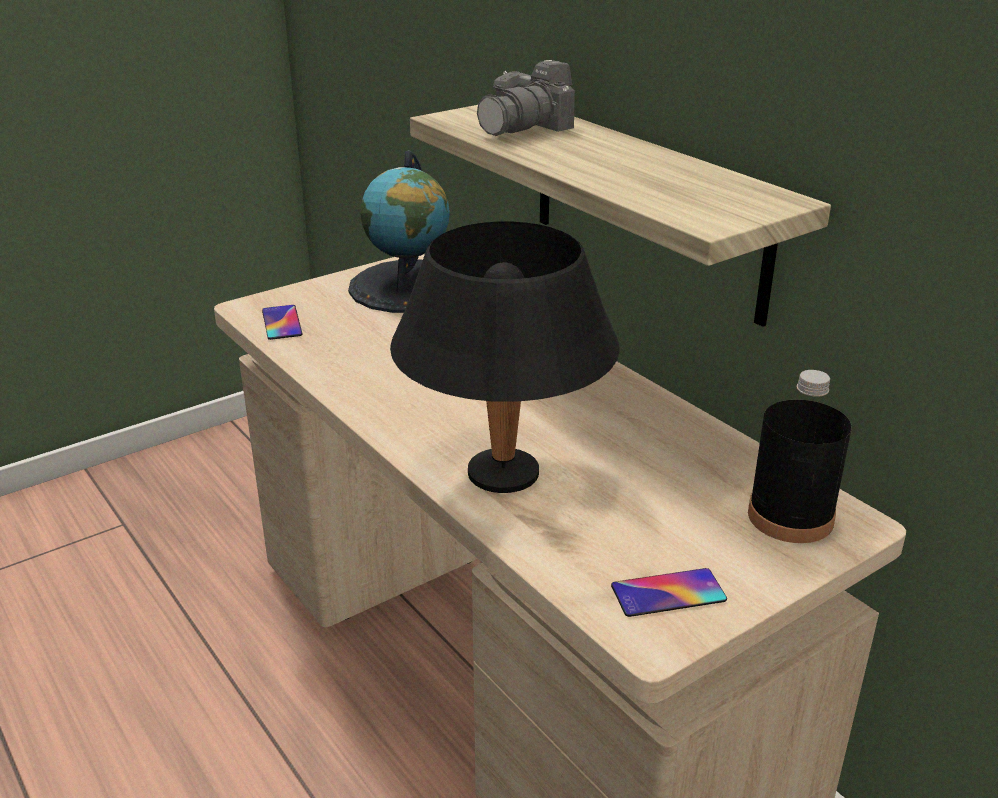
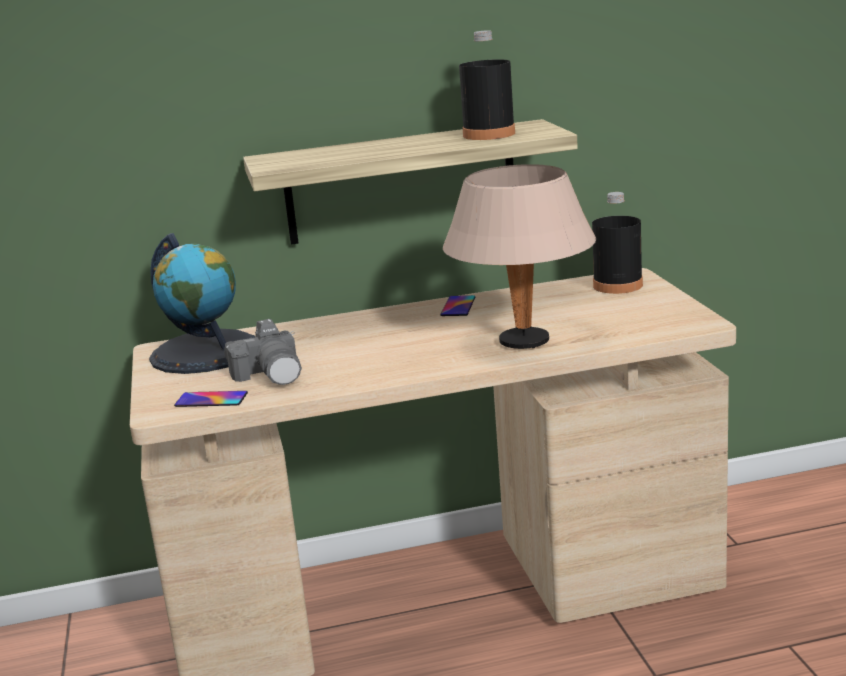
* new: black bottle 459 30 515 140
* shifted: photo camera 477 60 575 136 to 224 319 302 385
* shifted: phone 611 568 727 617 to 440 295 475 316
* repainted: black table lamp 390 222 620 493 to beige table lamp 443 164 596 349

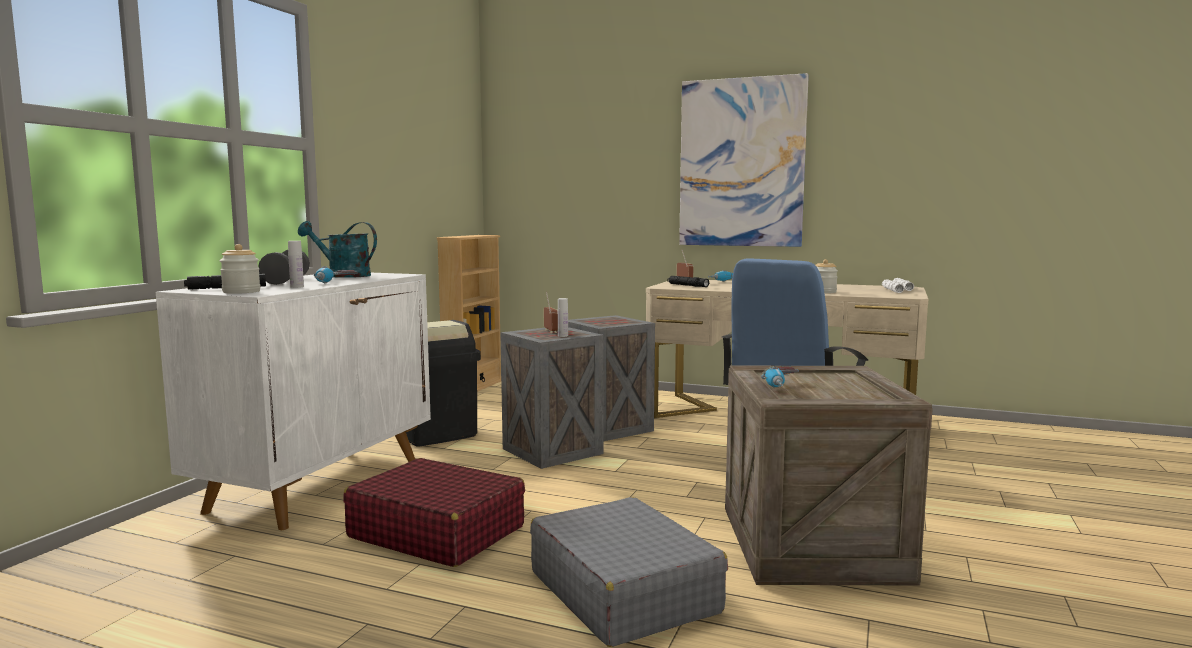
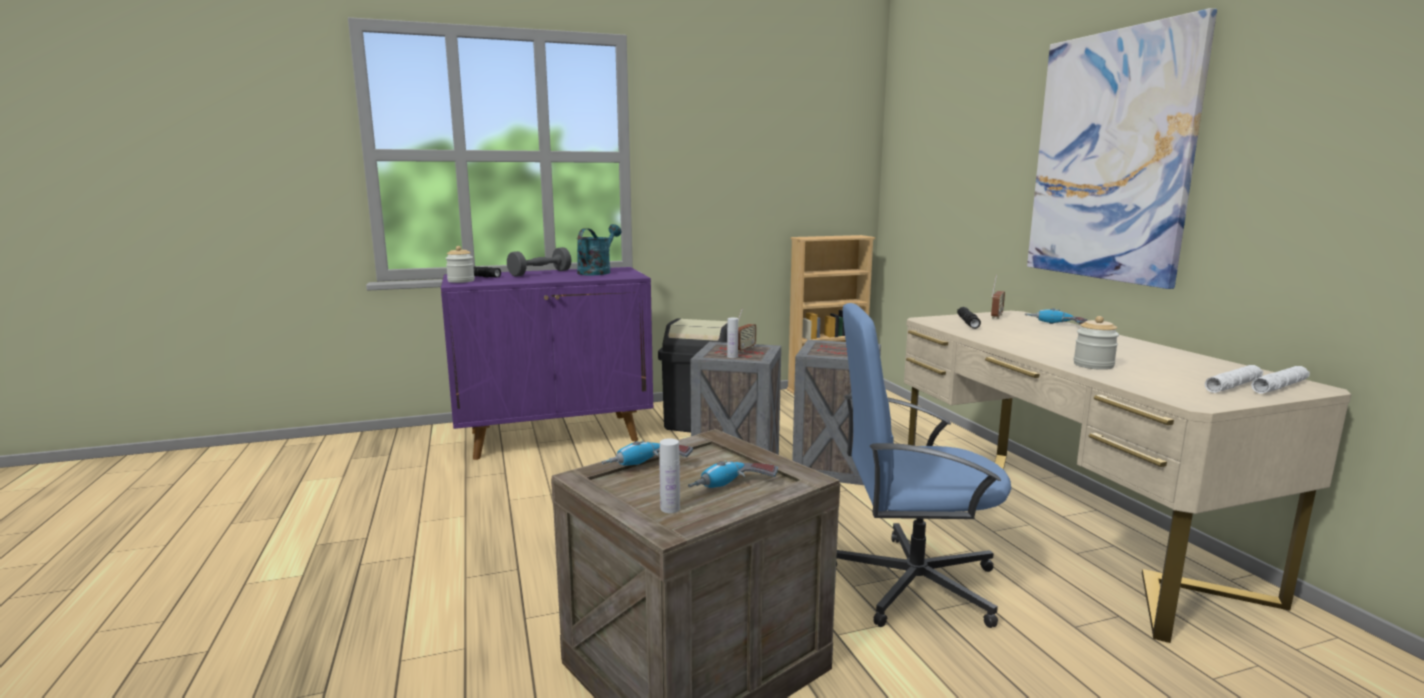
* gone: red suitcase 343 458 525 567
* gone: grey suitcase 530 497 728 647
* shifted: white bottle 288 241 304 288 to 659 438 680 513
* shifted: power drill 314 266 358 283 to 688 460 778 488
* repainted: white cabinet 156 273 431 530 to purple cabinet 441 267 653 460
* rotated: turquoise watering can 298 221 377 278 = 577 224 621 275 45 degrees clockwise

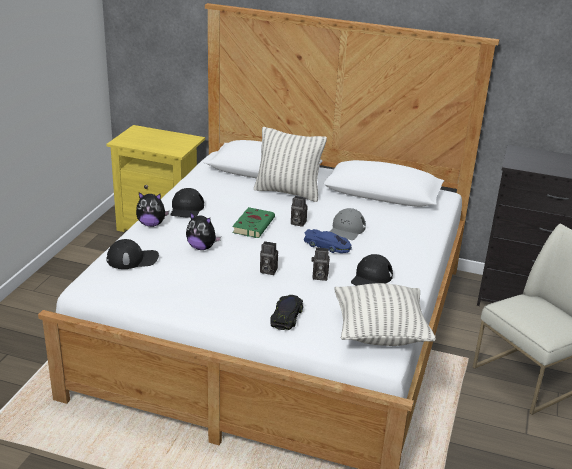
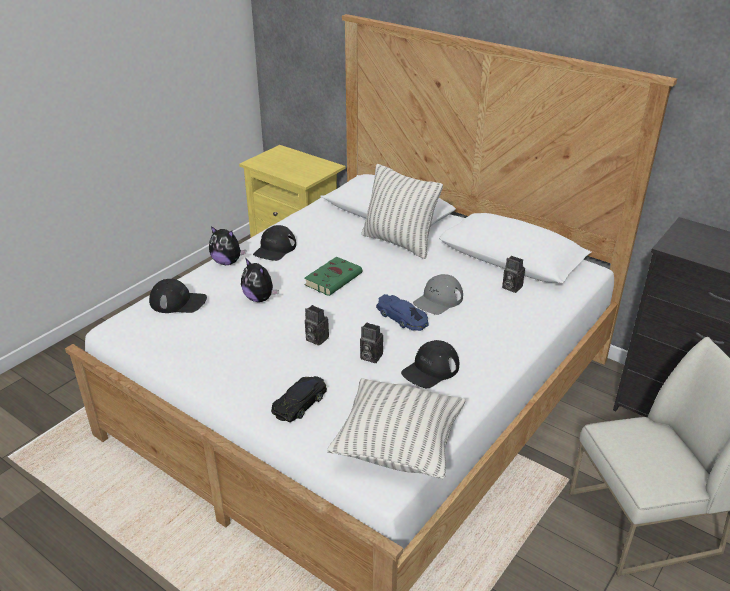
* shifted: photo camera 291 196 308 227 to 502 256 525 293

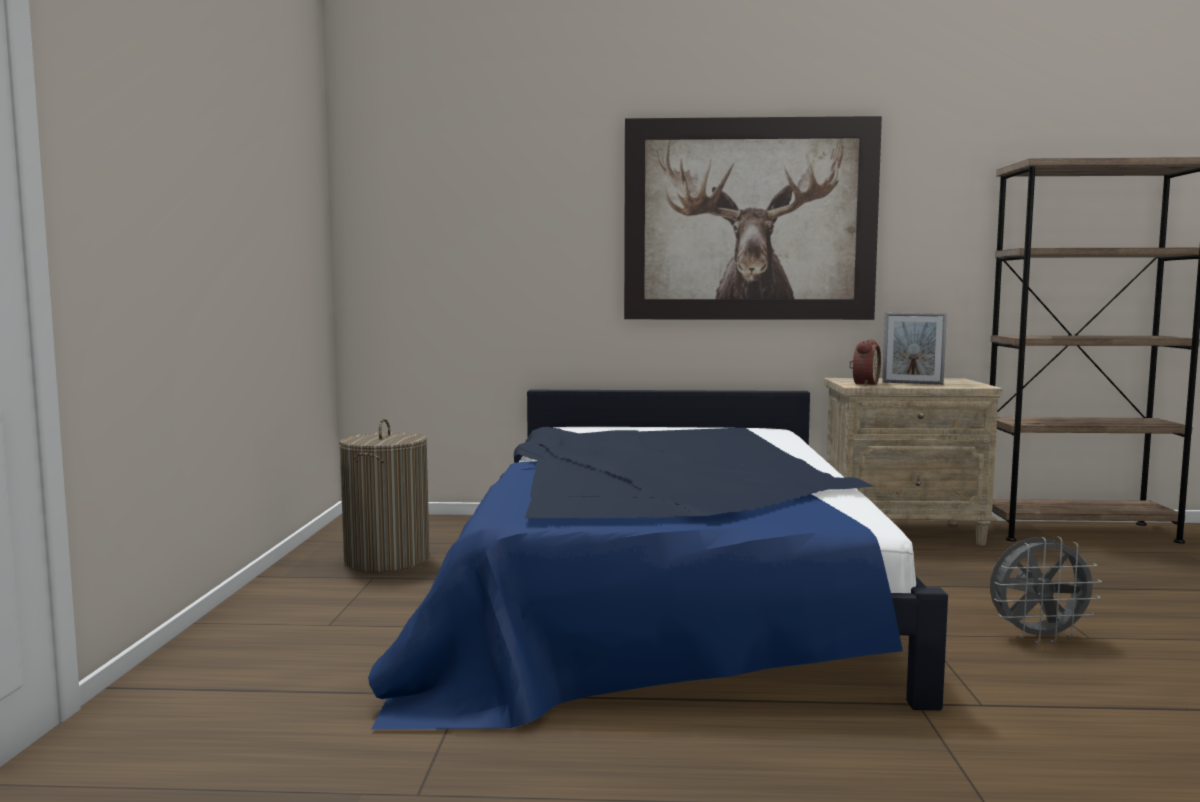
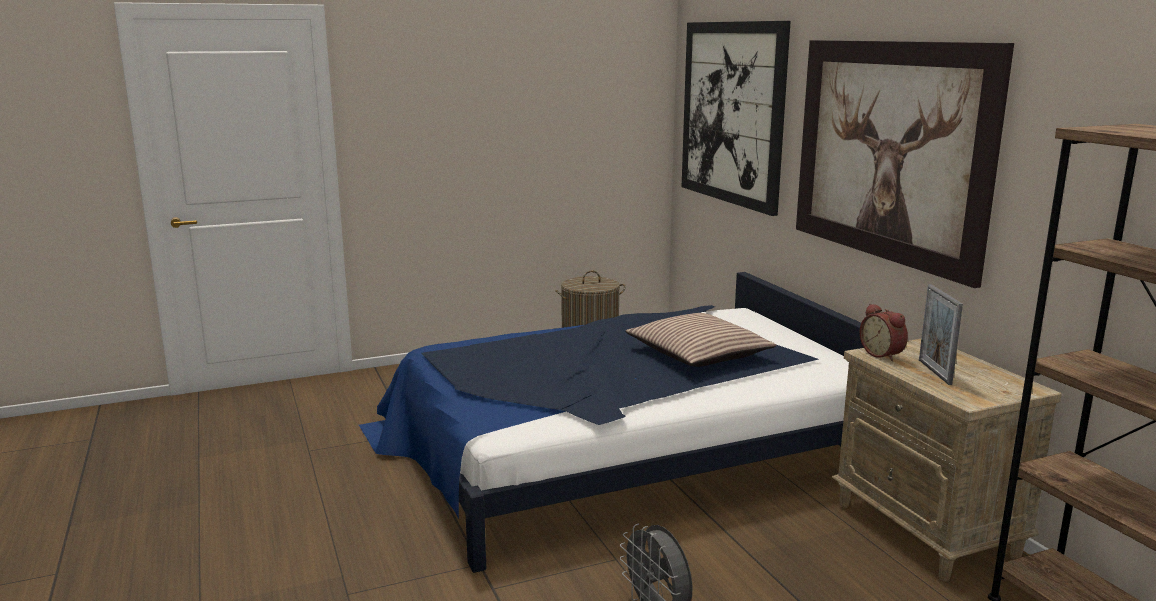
* new: pillow 625 313 776 367
* new: picture 682 21 791 216
* rotated: alarm clock 849 339 881 386 = 860 303 908 361 60 degrees clockwise

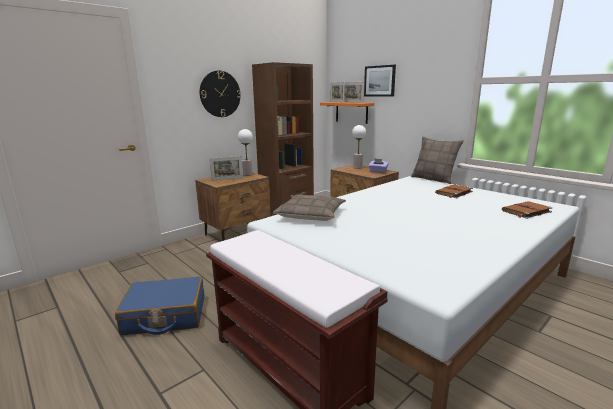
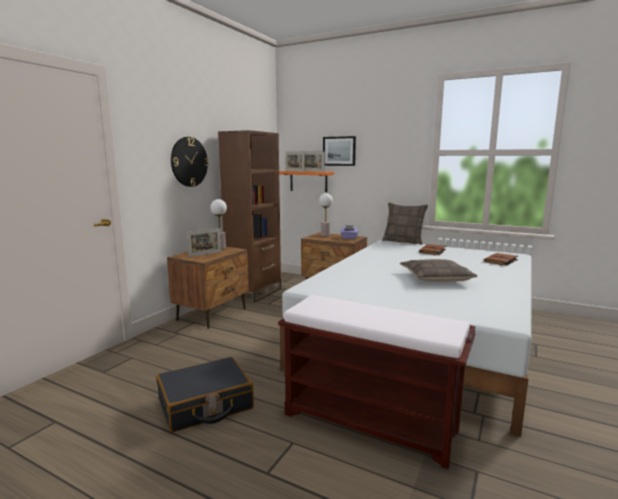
* shifted: pillow 273 195 346 221 to 400 259 477 282
* repainted: blue suitcase 115 277 204 335 to black suitcase 156 357 254 432

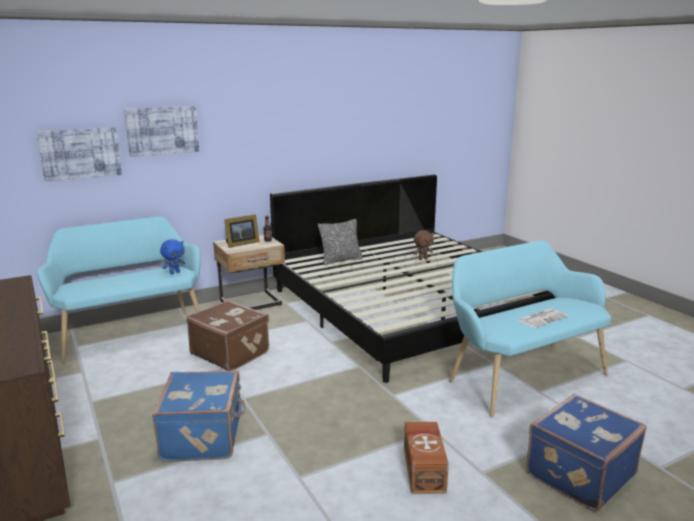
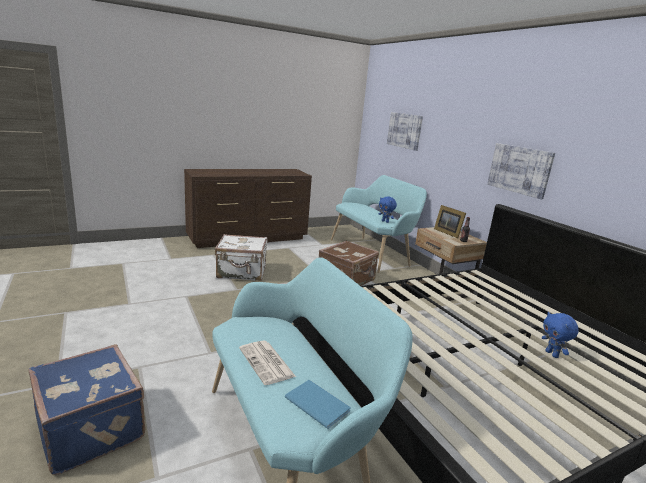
* gone: pillow 318 219 363 265
* gone: brown storage box 404 422 449 494
* new: blue book 285 380 351 429
* shifted: picture 124 106 199 157 to 487 143 555 199
* repainted: blue suitcase 152 370 246 461 to white suitcase 215 234 267 281
* repainted: brown plush toy 413 230 434 260 to blue plush toy 542 312 579 358

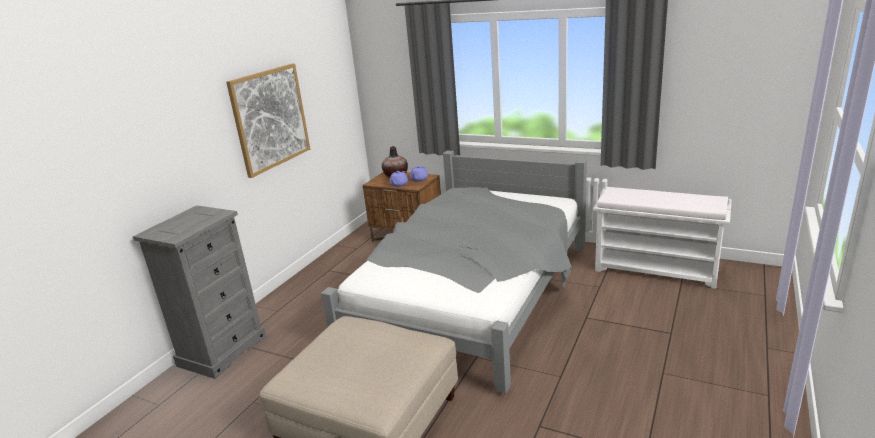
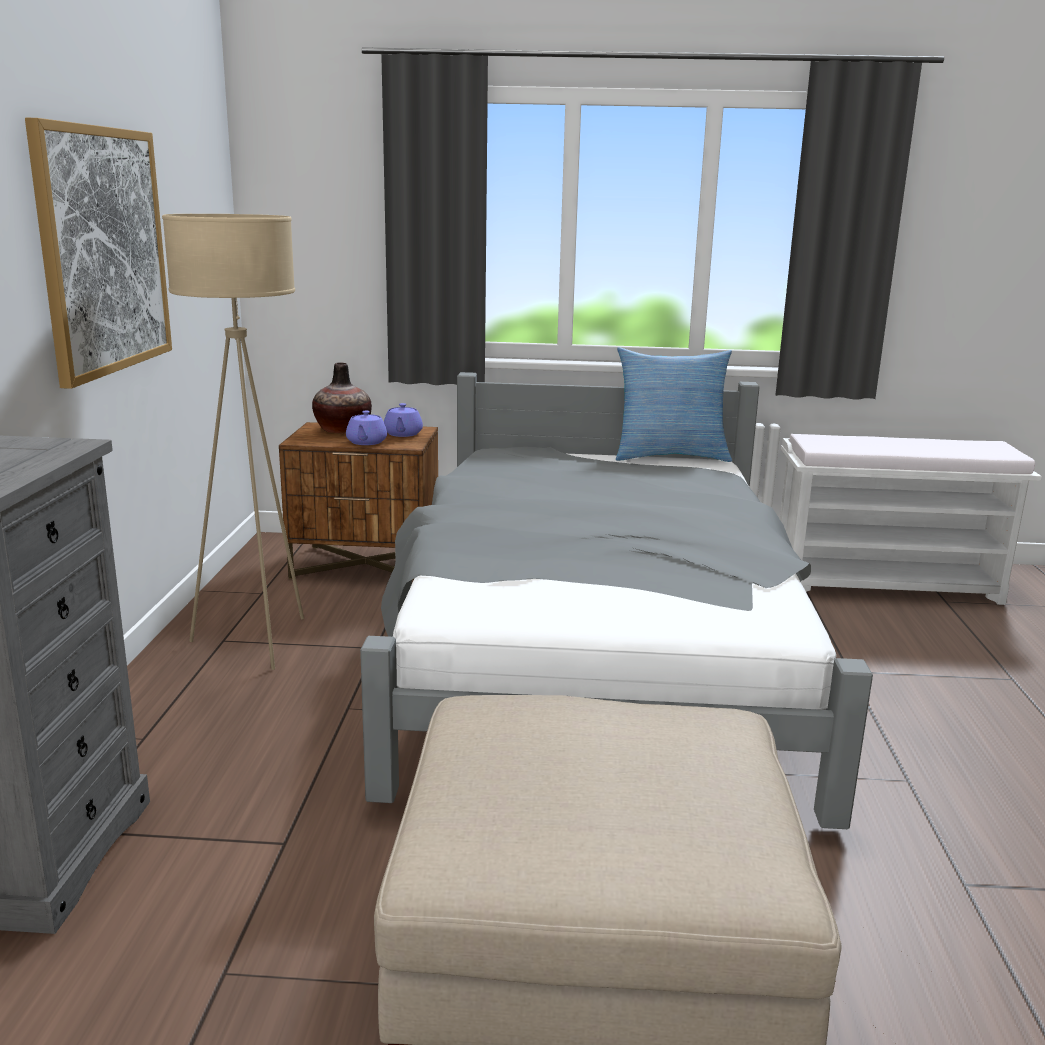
* new: beige floor lamp 162 214 304 670
* new: pillow 616 347 732 462

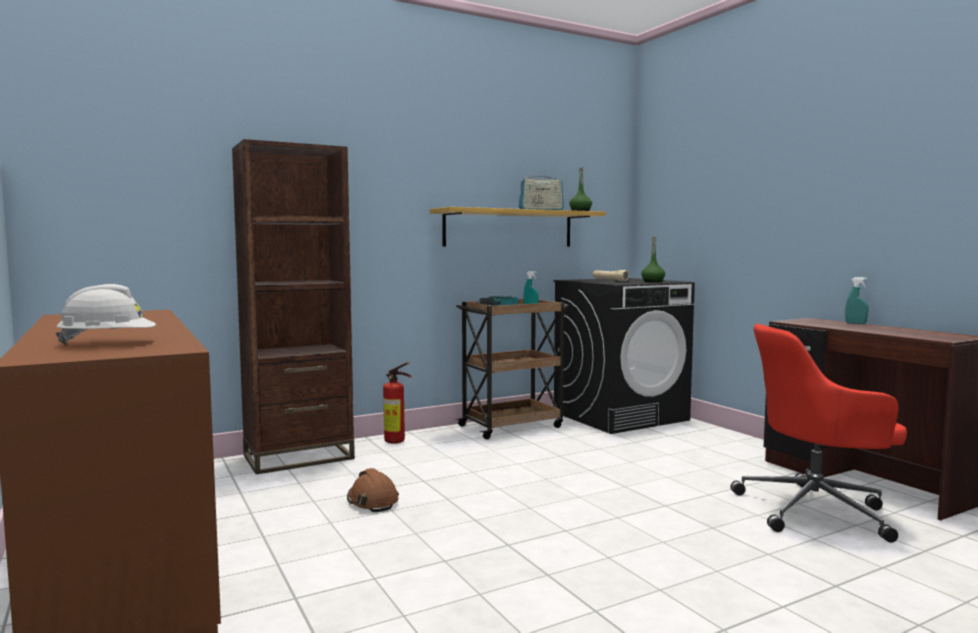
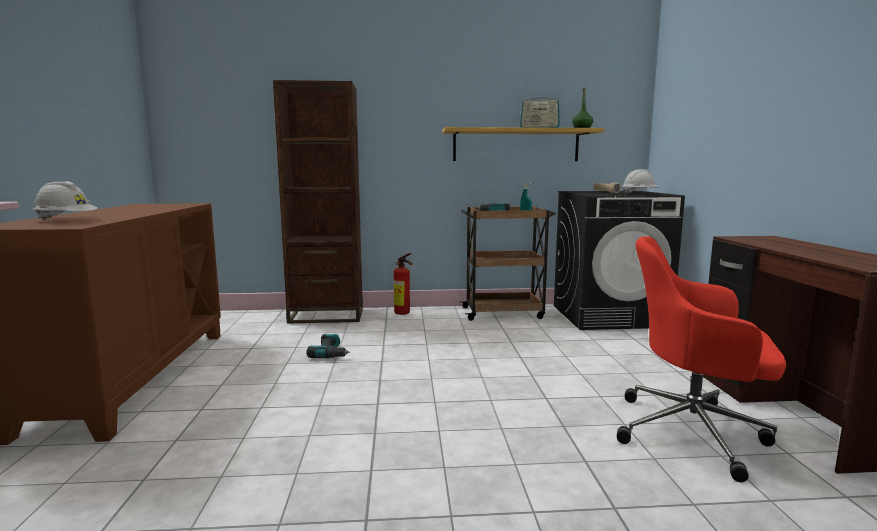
* gone: turquoise spray bottle 845 277 869 324
* swapped: brown hard hat 347 468 399 512 to power drill 307 334 350 358
* swapped: green bottle 641 237 665 283 to white hard hat 622 169 659 195

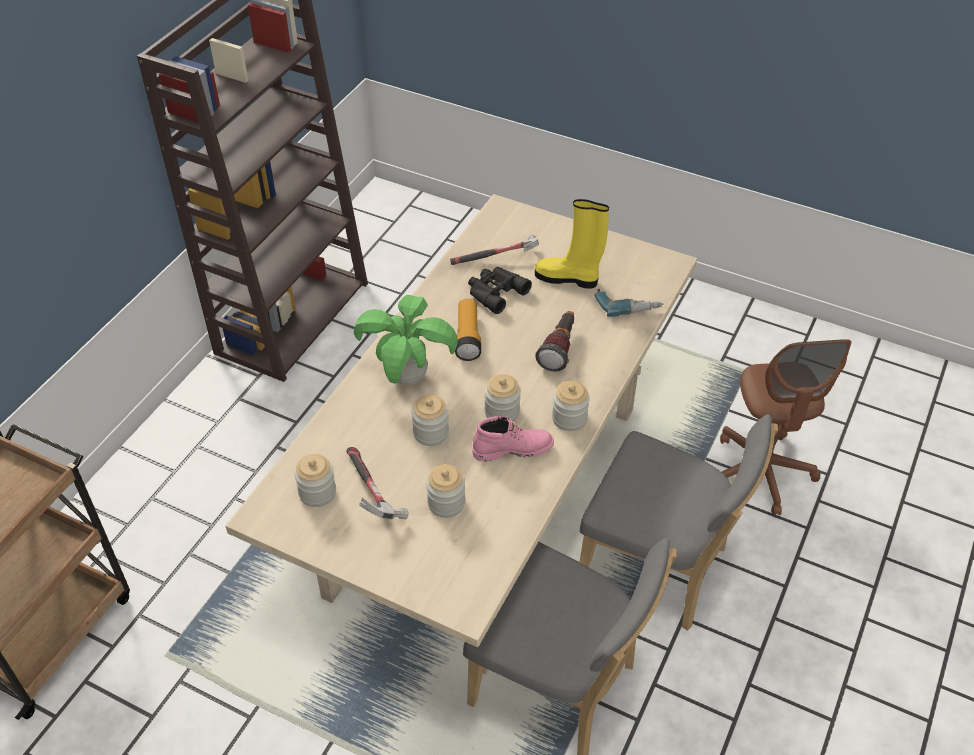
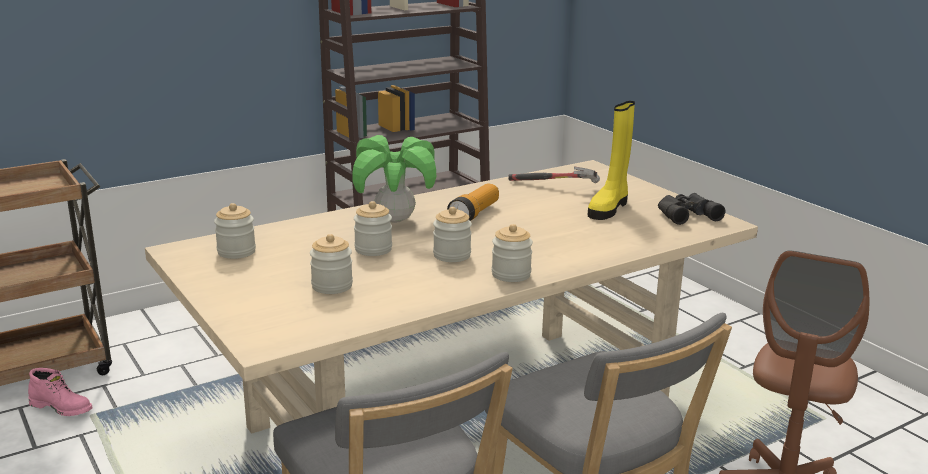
* gone: hammer 346 447 408 519
* gone: flashlight 535 311 575 372
* gone: power drill 594 289 663 317
* shifted: black binoculars 468 267 532 314 to 658 193 726 225
* shifted: pink boot 473 416 554 462 to 28 368 92 416
* rotated: yellow boot 535 199 609 289 = 588 101 635 220 105 degrees counterclockwise

